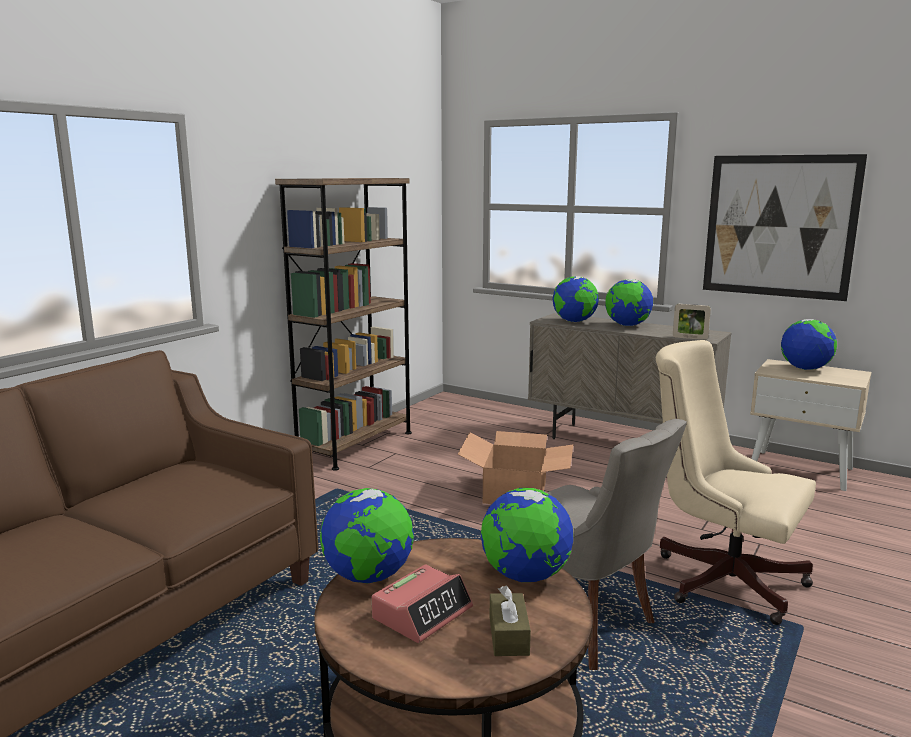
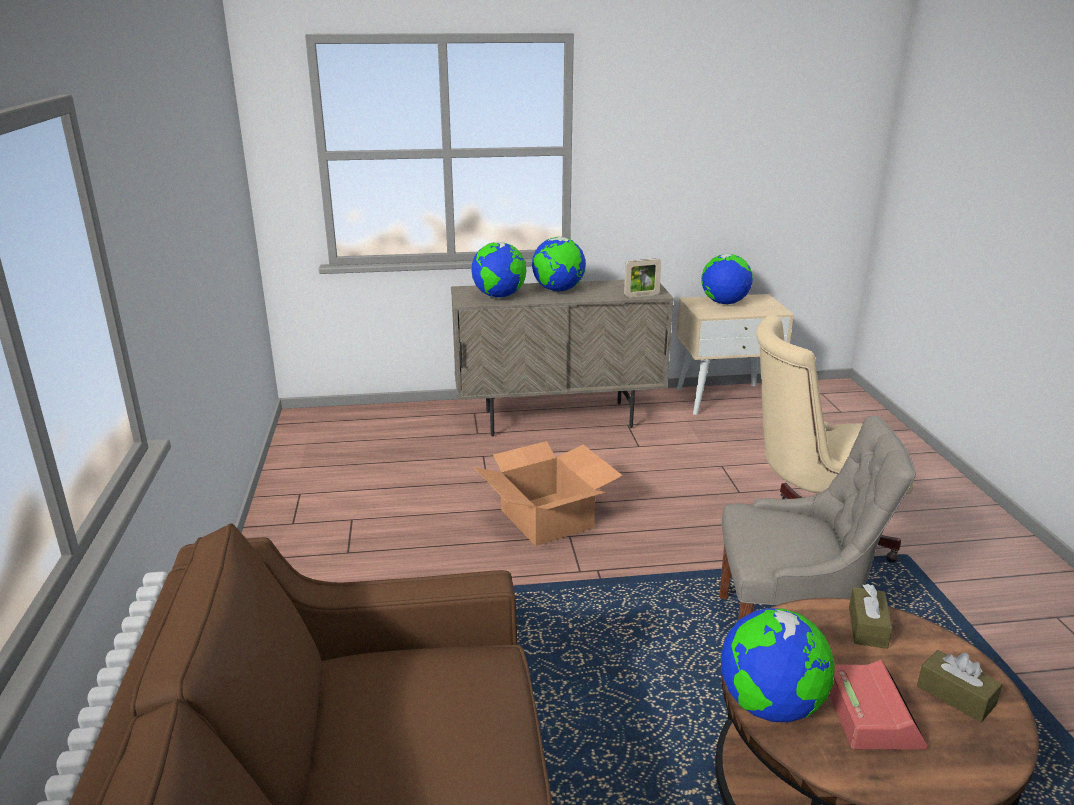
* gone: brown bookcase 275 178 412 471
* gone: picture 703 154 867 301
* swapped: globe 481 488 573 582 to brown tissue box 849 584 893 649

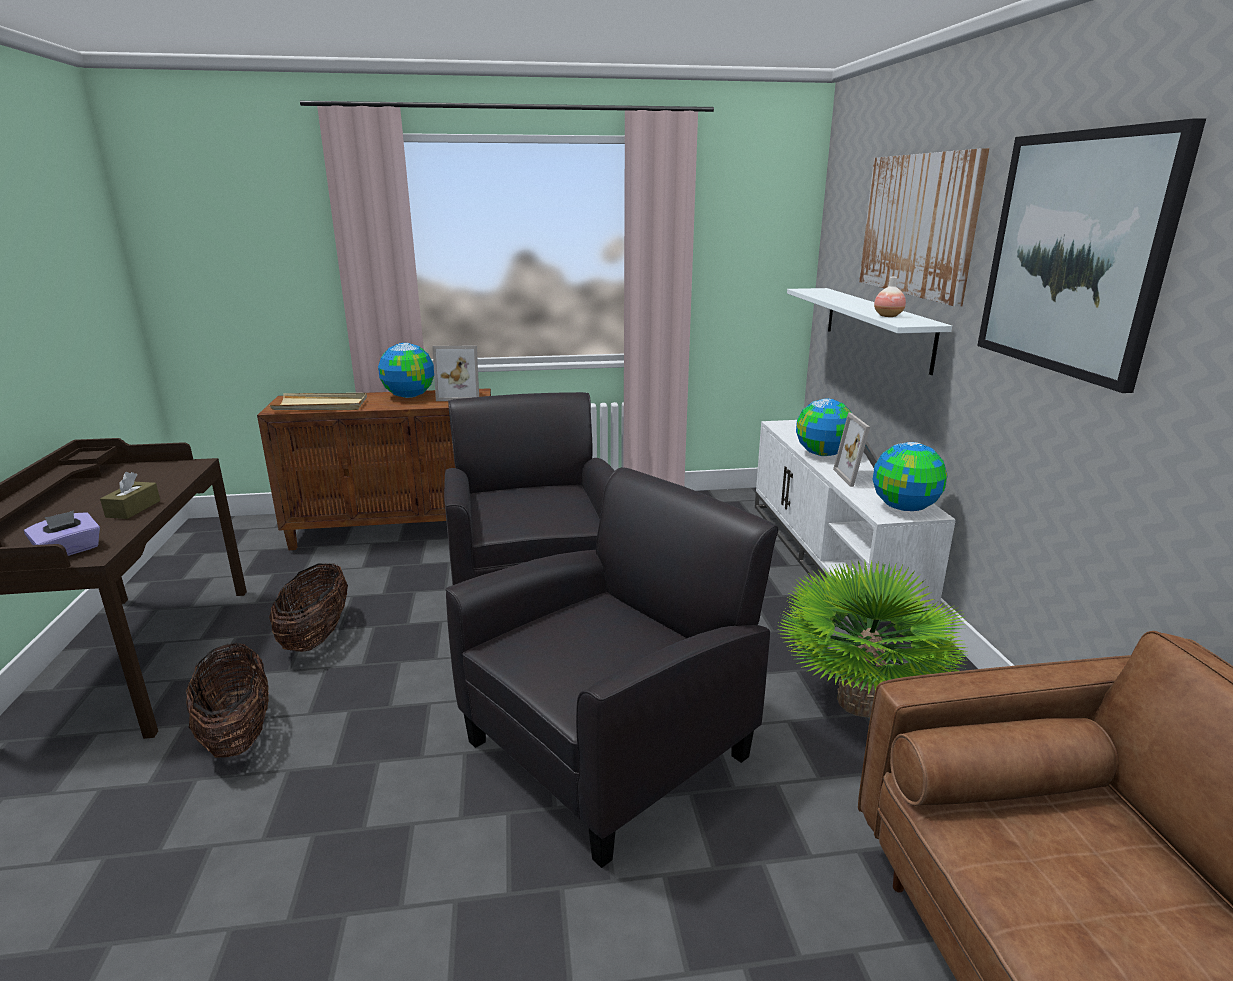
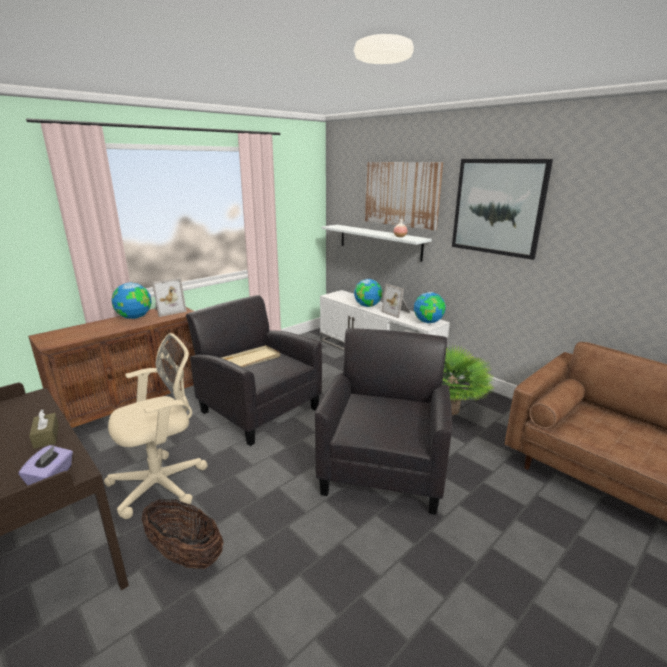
* shifted: beige tray 270 393 367 410 to 222 345 280 368
* swapped: basket 269 563 348 652 to beige office chair 104 333 208 519

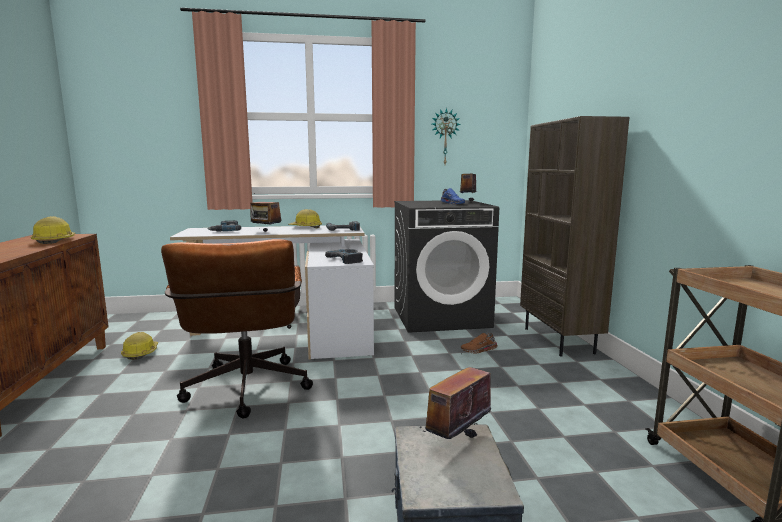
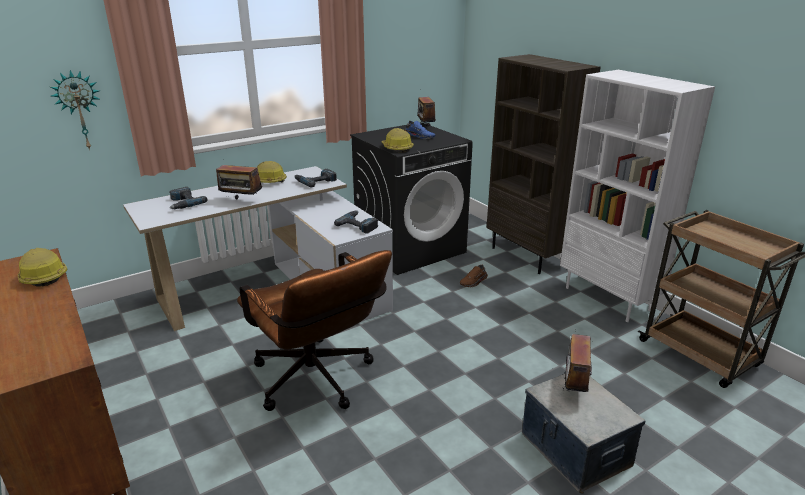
* new: white bookcase 560 70 715 322
* shifted: hard hat 121 332 158 360 to 381 128 413 153
* shifted: wall clock 432 108 461 164 to 50 70 100 150

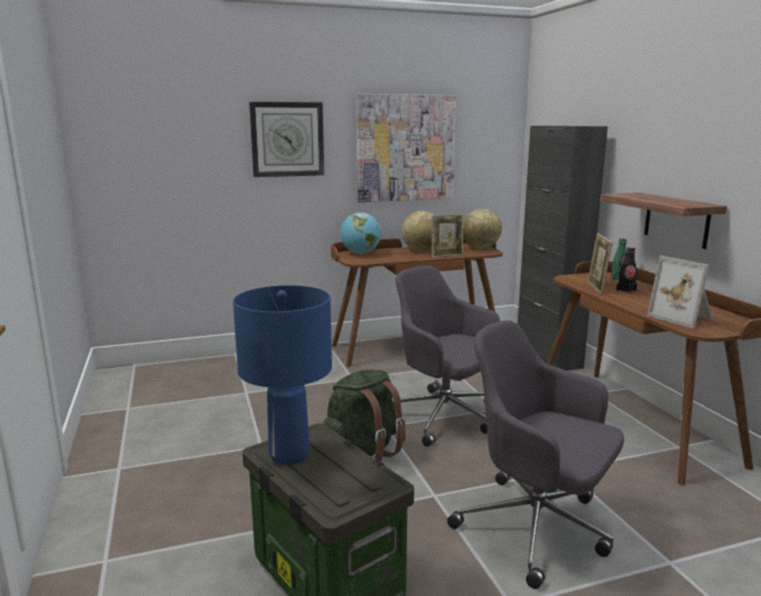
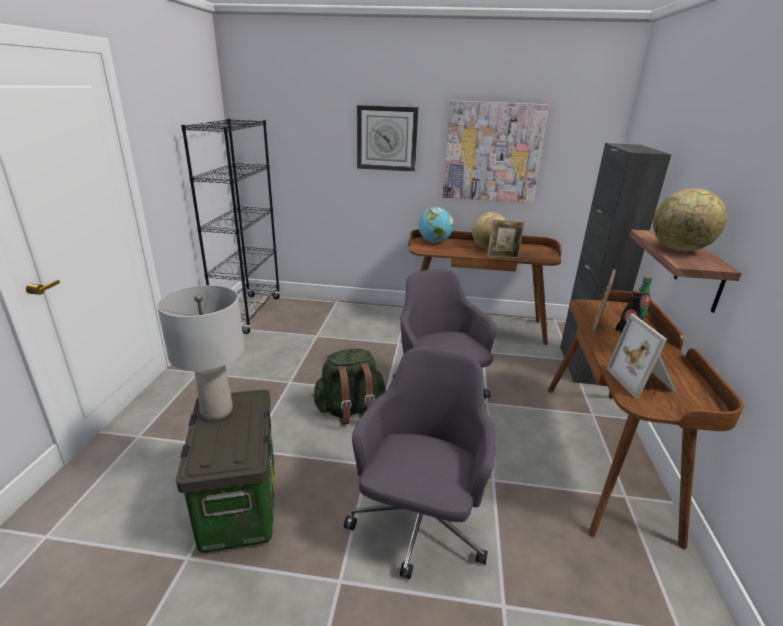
* new: black bookcase 181 119 281 334
* shifted: globe 463 209 502 249 to 653 188 727 251
* repainted: blue table lamp 233 285 332 465 to grey table lamp 157 285 244 420
* rotated: grey office chair 447 320 624 589 = 344 346 495 579 45 degrees clockwise

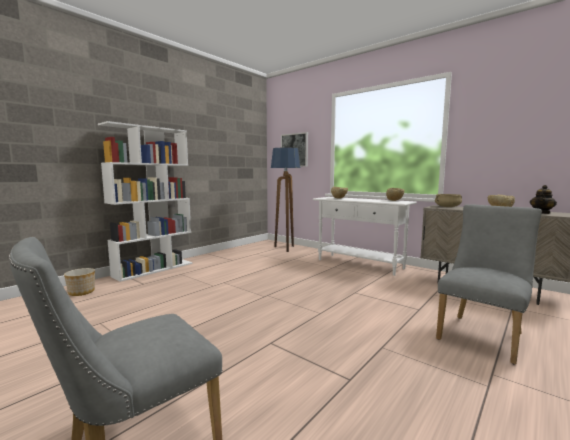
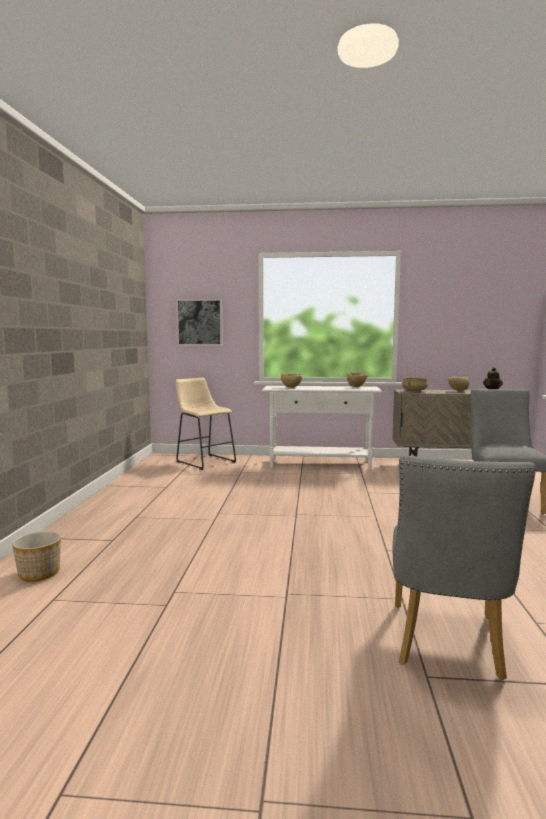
* gone: white bookcase 98 121 193 282
* swapped: floor lamp 271 147 300 252 to beige stool 176 378 236 470

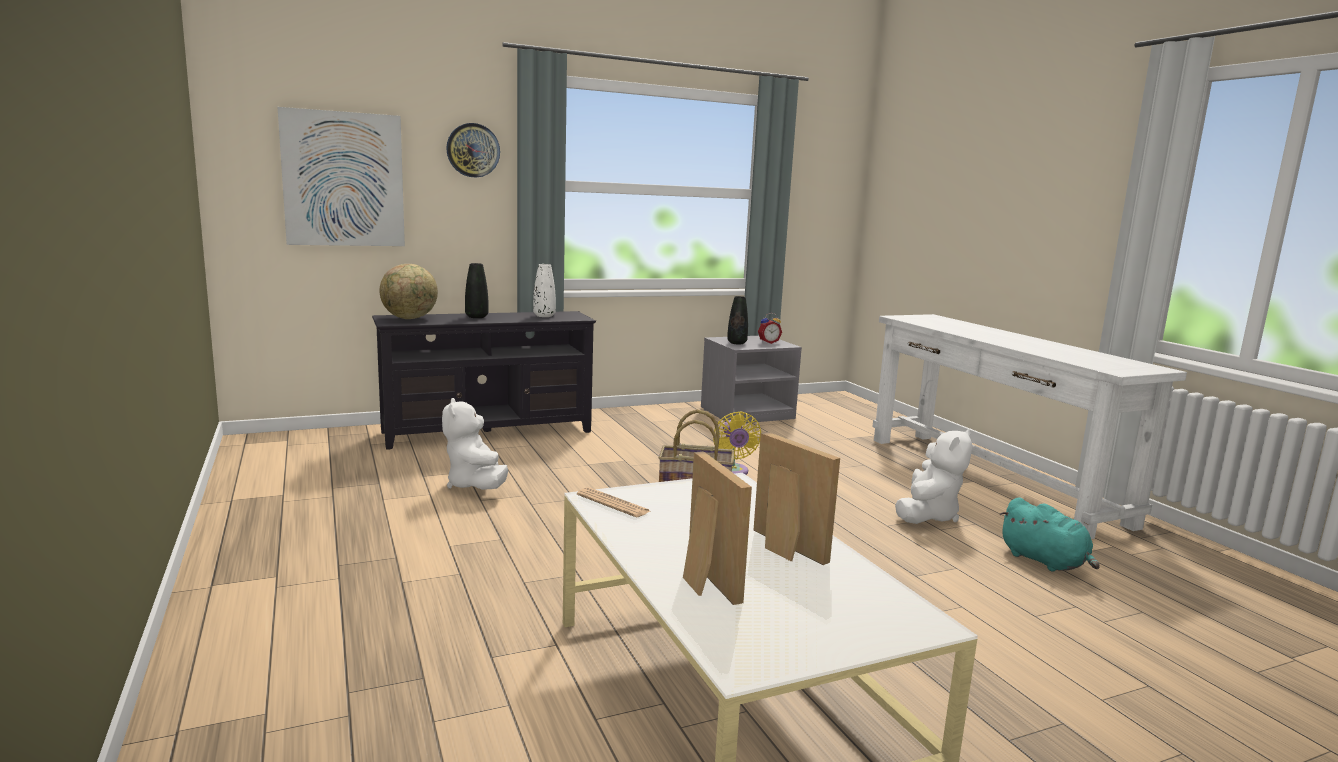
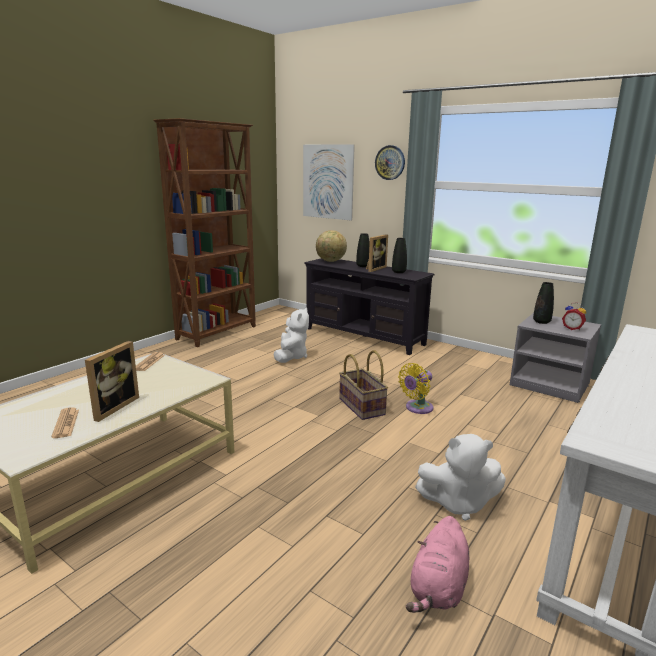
* new: newspaper 51 407 79 438
* new: brown bookcase 153 118 256 347
* shifted: picture frame 683 451 752 605 to 366 234 388 272
* repainted: white vase 533 264 556 317 to black vase 392 238 407 273
* repainted: turquoise plush toy 999 497 1100 572 to pink plush toy 406 516 469 613
* rotated: white plush toy 442 398 508 490 = 273 308 309 363 150 degrees clockwise

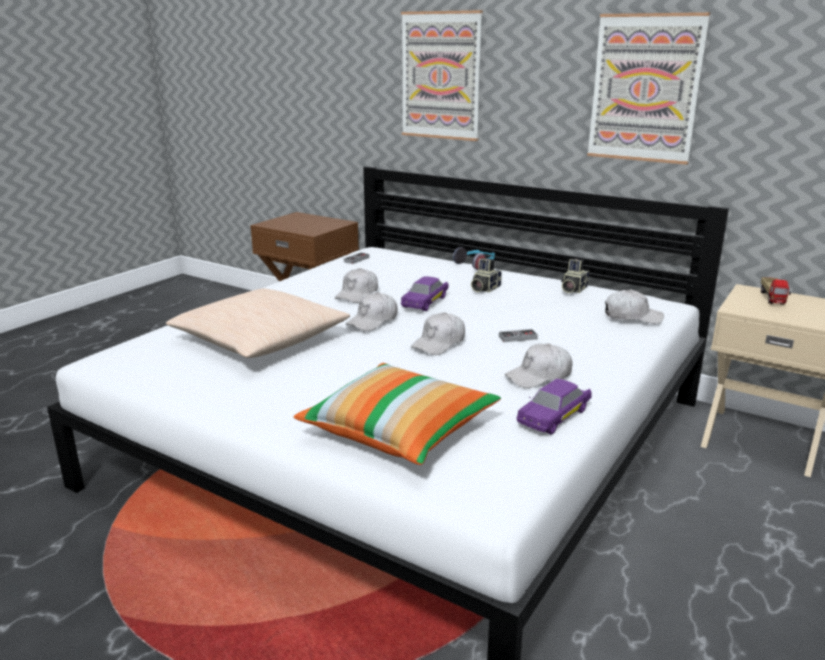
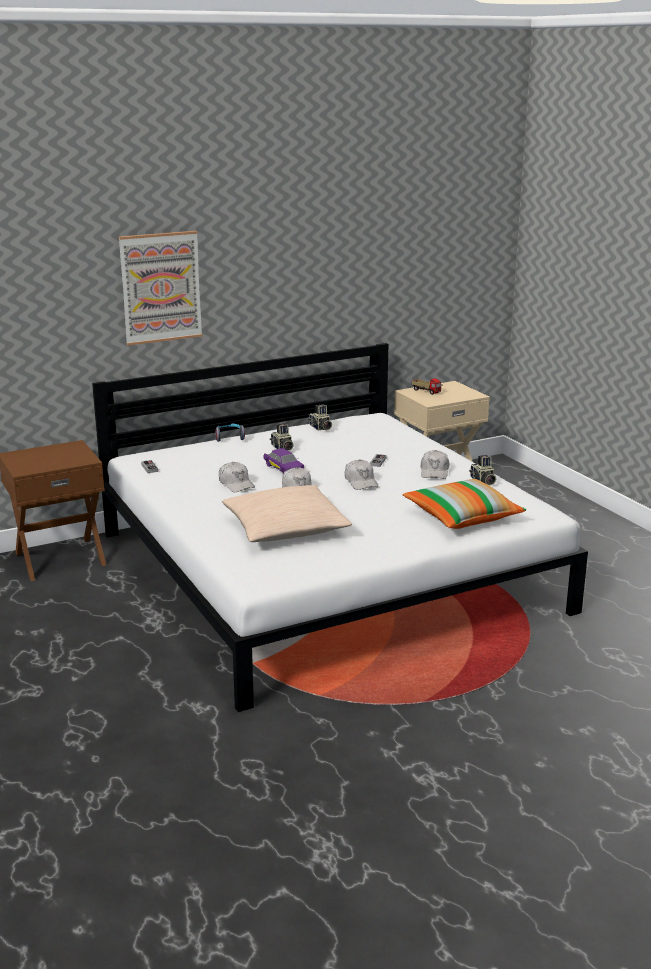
* gone: picture 587 12 710 165
* gone: white cap 605 290 664 324
* swapped: purple toy car 517 379 592 435 to photo camera 469 455 496 486

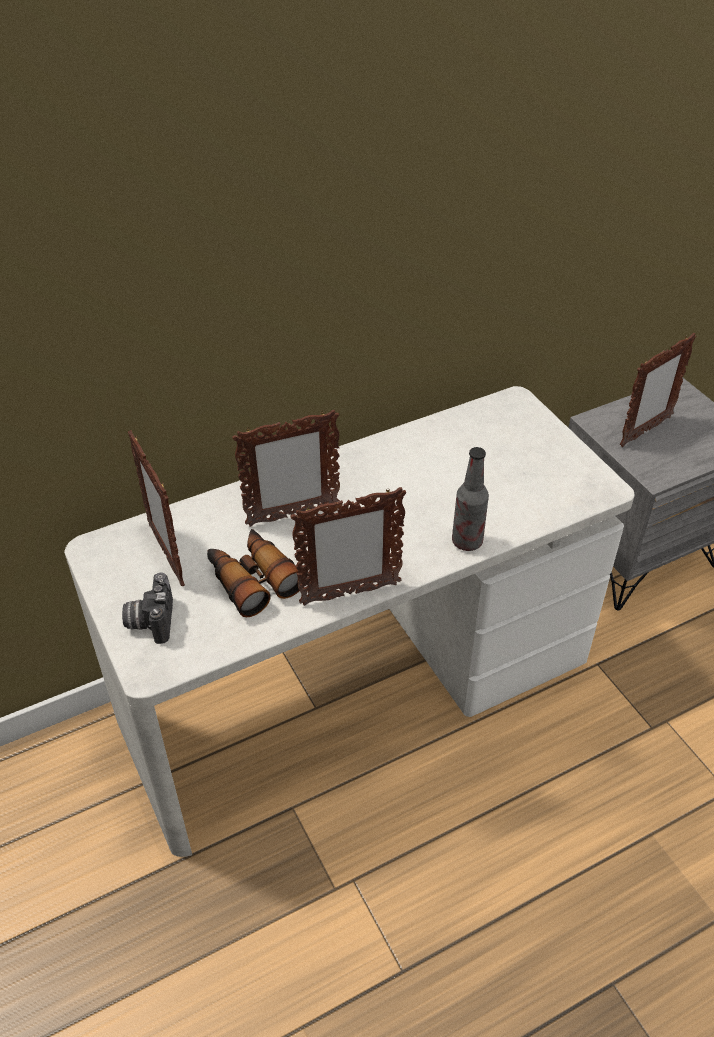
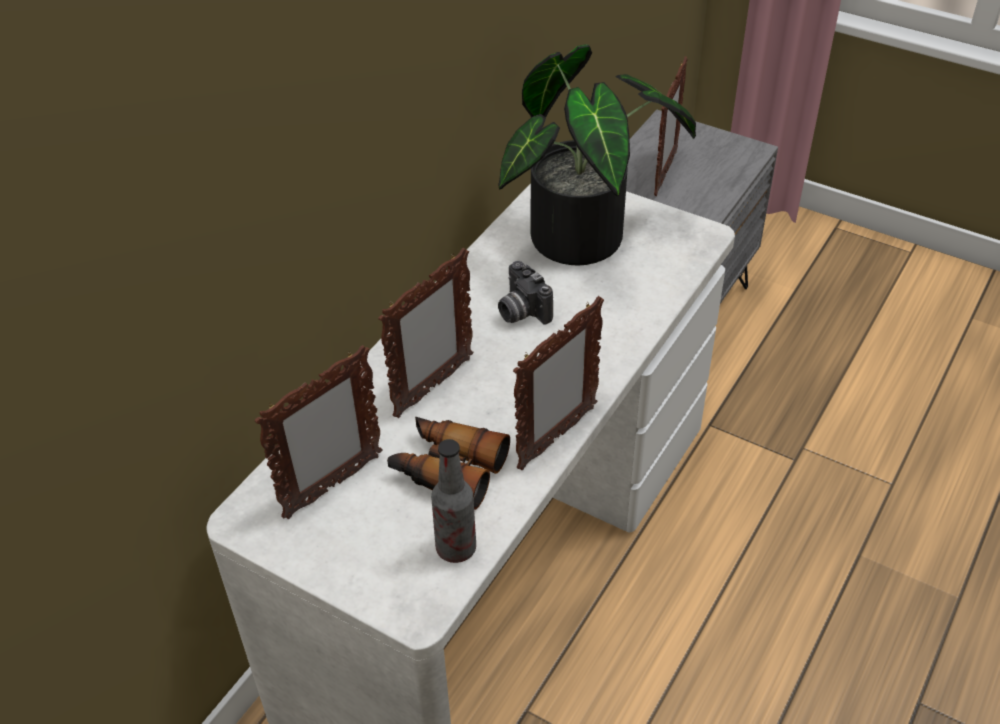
* new: potted plant 498 44 696 265
* shifted: photo camera 122 573 173 644 to 498 261 553 324
* shifted: bottle 452 447 489 551 to 431 439 476 563
* rotated: picture frame 128 430 185 587 = 255 345 383 519 75 degrees counterclockwise

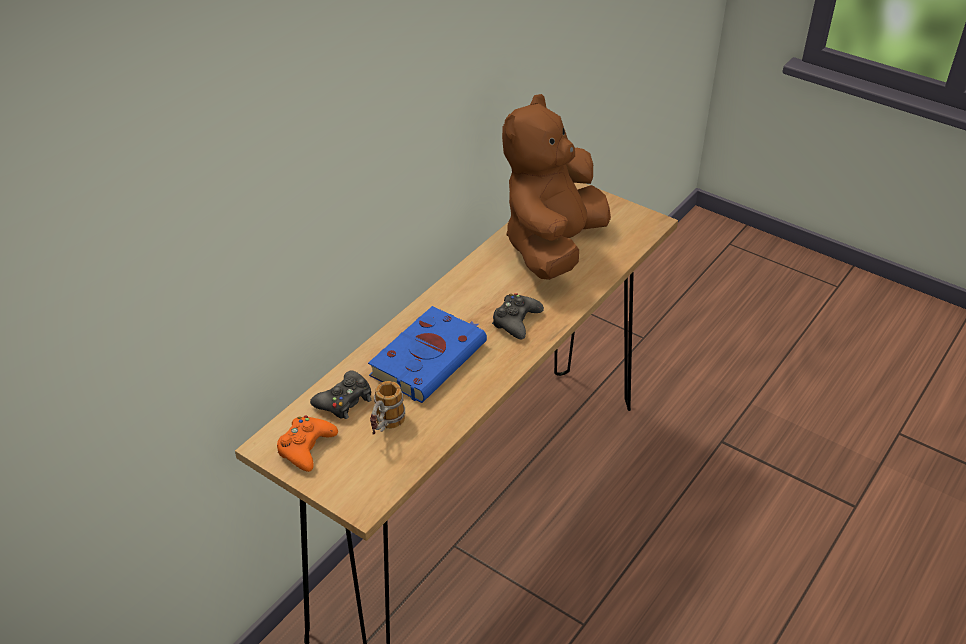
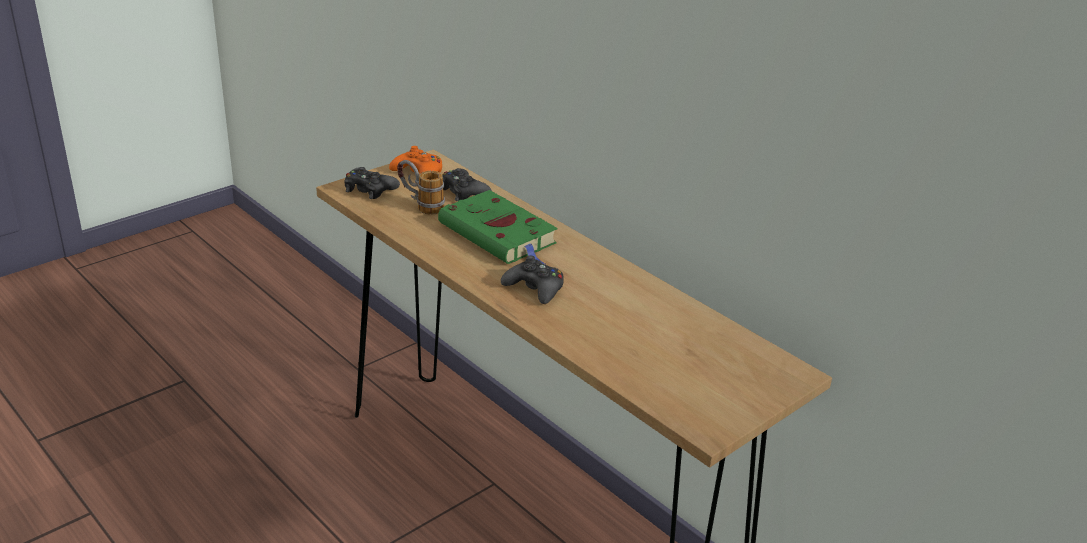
* gone: brown plush toy 502 94 611 280
* new: black game controller 345 167 400 199
* repainted: blue book 368 306 487 403 to green book 438 190 557 264

